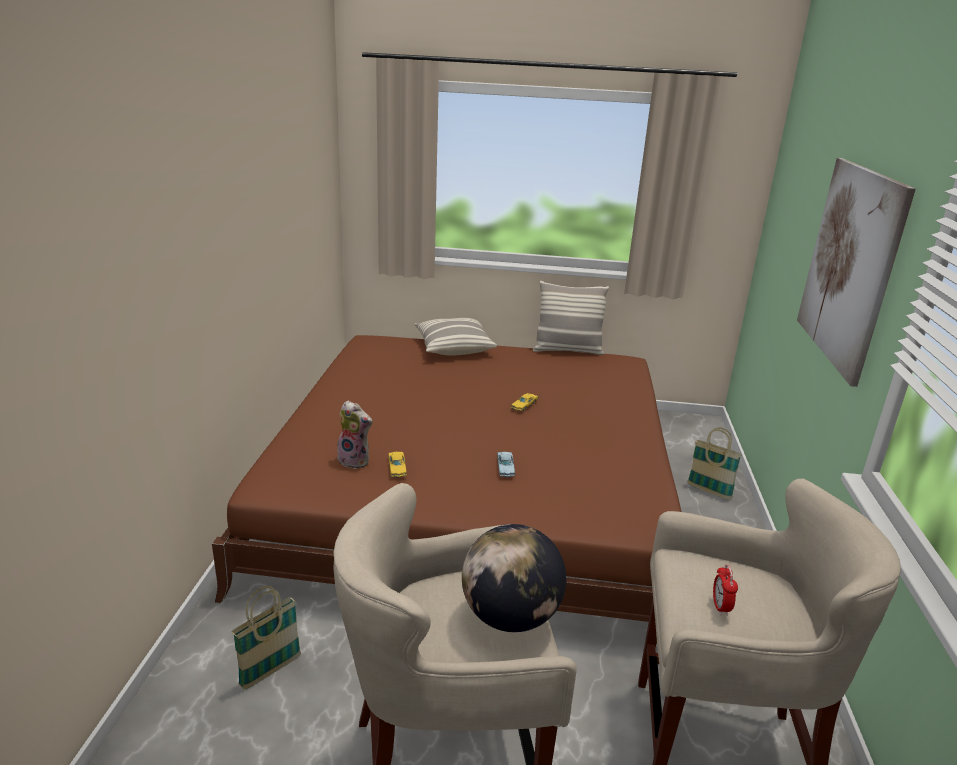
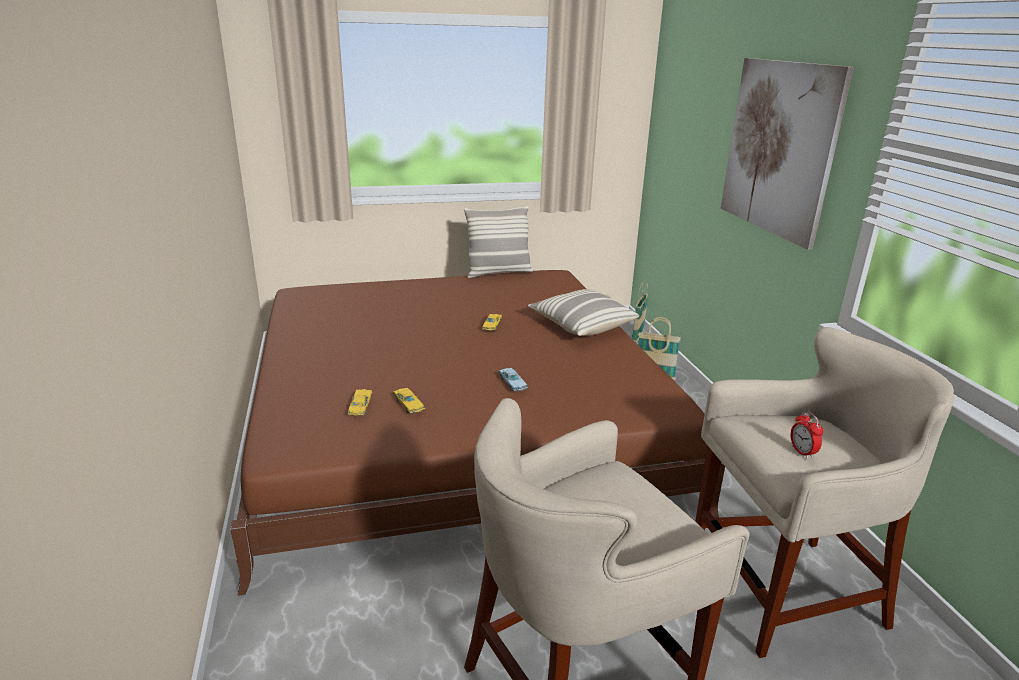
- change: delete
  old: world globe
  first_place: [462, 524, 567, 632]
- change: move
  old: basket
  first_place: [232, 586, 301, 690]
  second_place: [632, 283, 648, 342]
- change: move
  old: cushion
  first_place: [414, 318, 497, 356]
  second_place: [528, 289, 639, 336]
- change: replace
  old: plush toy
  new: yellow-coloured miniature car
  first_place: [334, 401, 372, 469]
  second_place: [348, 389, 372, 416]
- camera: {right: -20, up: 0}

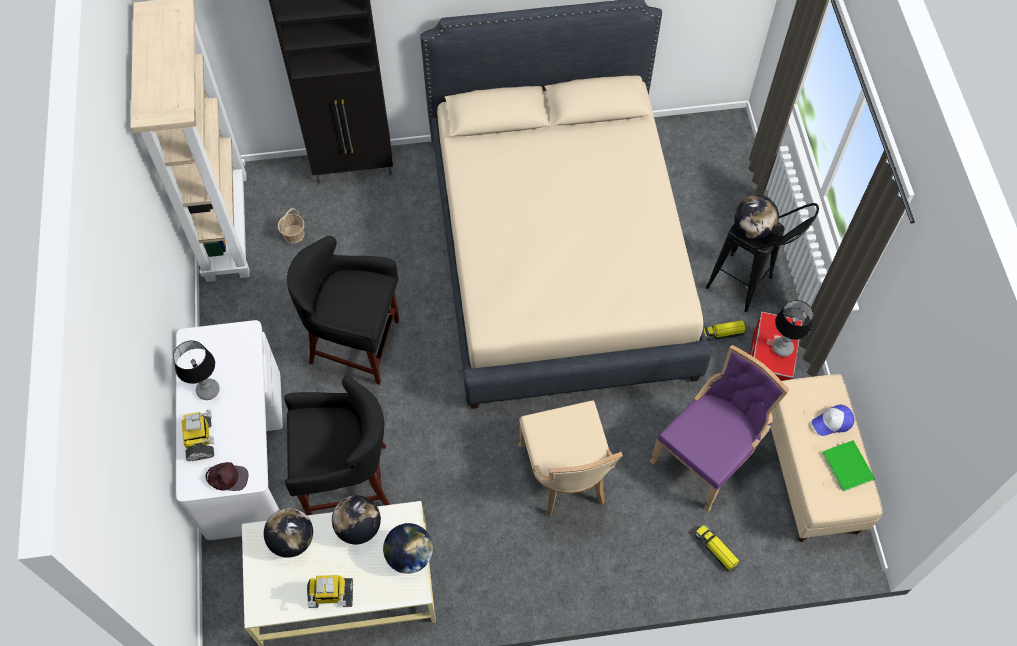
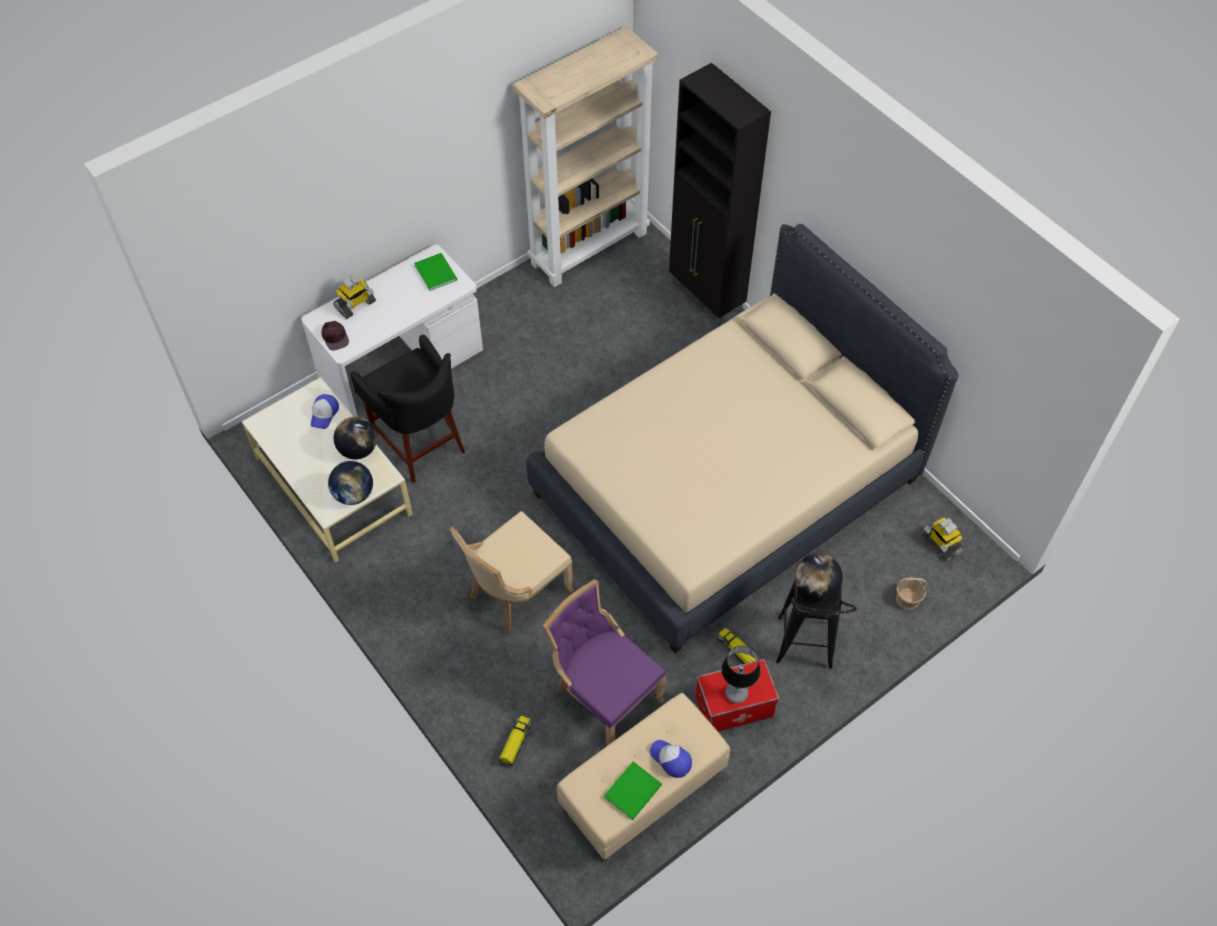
- change: delete
  old: lamp for a table
  first_place: [173, 341, 220, 400]
- change: delete
  old: black stool
  first_place: [287, 236, 399, 385]
- change: insert
  new: green volume
  second_place: [414, 253, 457, 291]
- change: move
  old: basket
  first_place: [278, 208, 305, 243]
  second_place: [896, 577, 927, 610]
- change: move
  old: robot figure
  first_place: [307, 575, 353, 608]
  second_place: [923, 517, 965, 562]
- change: replace
  old: world globe
  new: cap
  first_place: [264, 508, 313, 558]
  second_place: [311, 394, 339, 429]
- change: rotate
  old: purplish upright chair
  first_place: [649, 345, 789, 512]
  second_place: [543, 579, 666, 746]
  degrees: -150
- camera: {right: 60, up: -5}

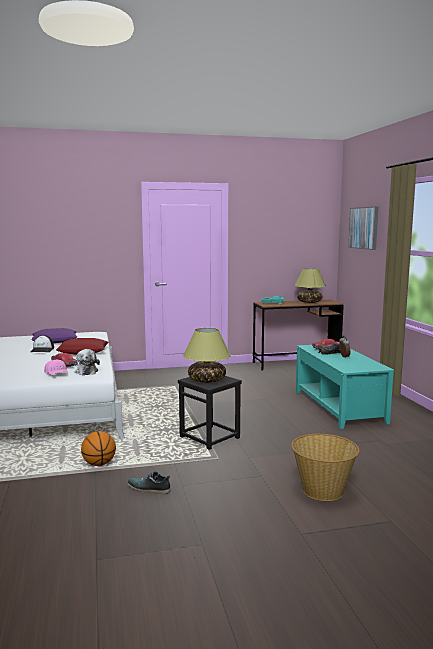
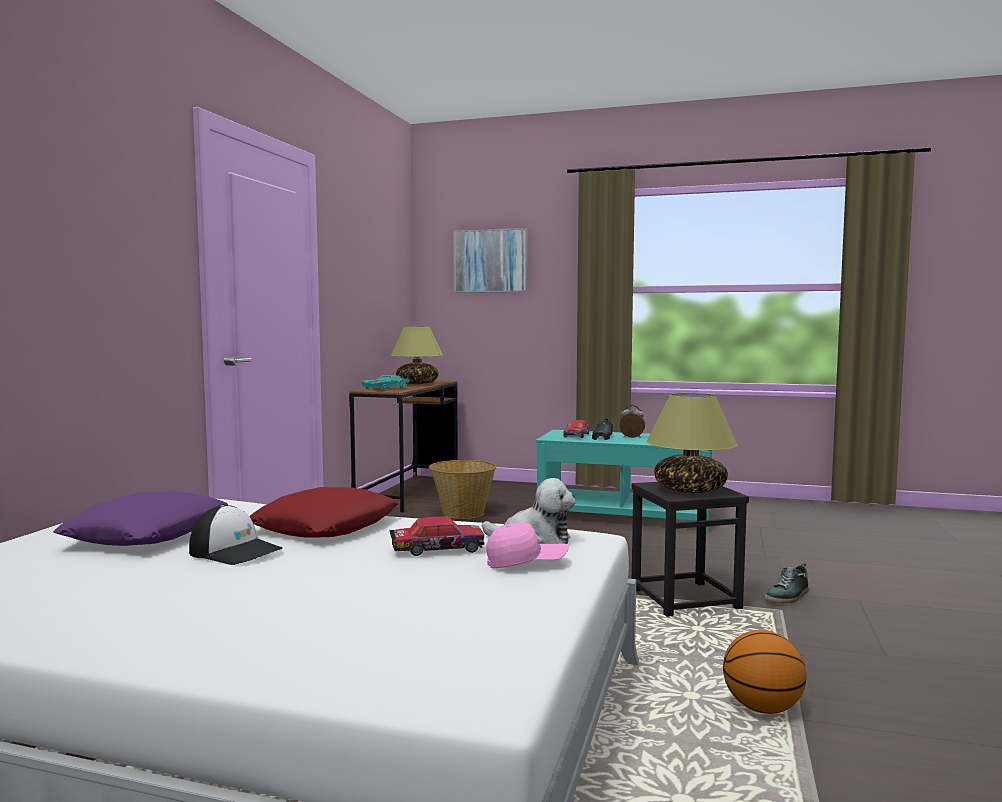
- change: move
  old: item of footwear
  first_place: [128, 471, 171, 494]
  second_place: [765, 563, 808, 603]
- change: move
  old: basket
  first_place: [291, 434, 360, 501]
  second_place: [429, 460, 497, 519]
- camera: {right: -60, up: -5}

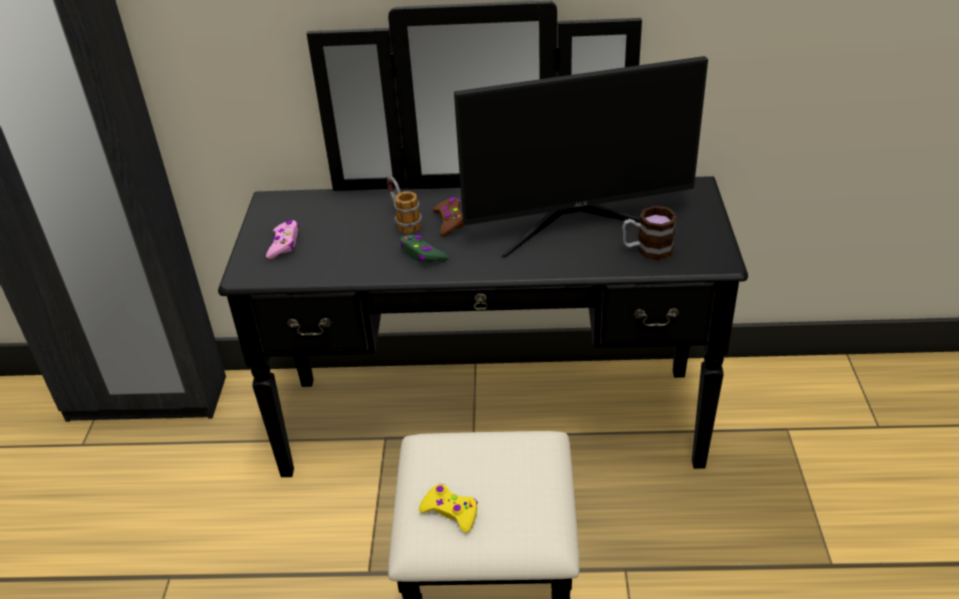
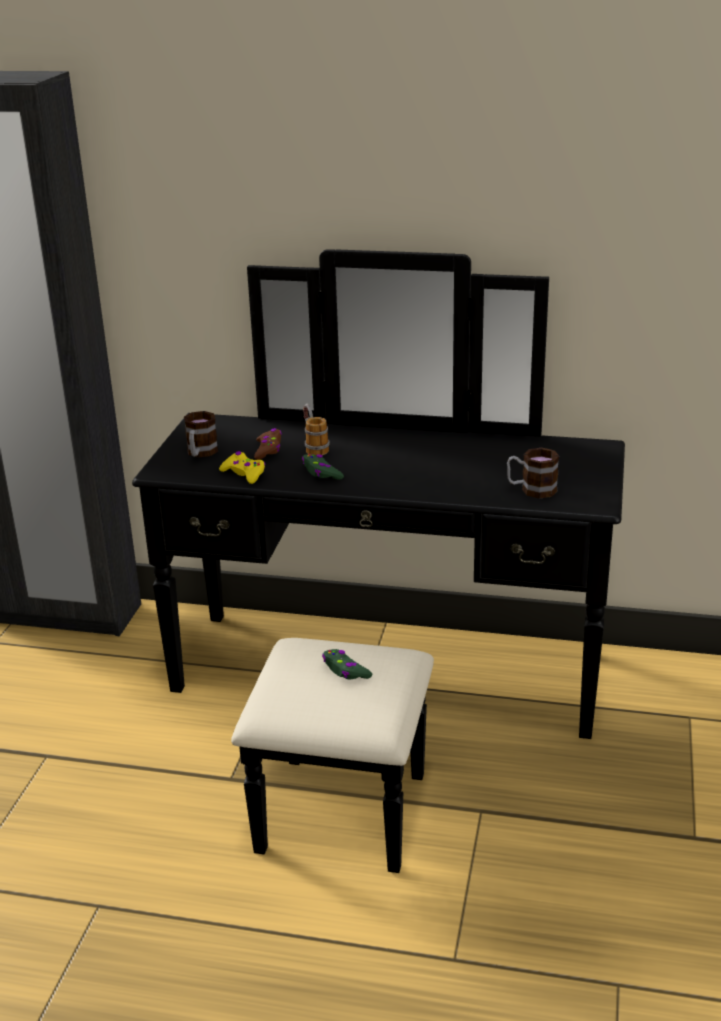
- change: delete
  old: monitor
  first_place: [454, 56, 708, 258]
- change: insert
  new: green gamepad
  second_place: [322, 649, 372, 680]
- change: move
  old: yellow-coloured gamepad
  first_place: [419, 484, 478, 533]
  second_place: [219, 451, 266, 484]
- change: move
  old: brownish gamepad
  first_place: [433, 197, 464, 236]
  second_place: [254, 428, 282, 460]
- change: replace
  old: pink gamepad
  new: mug
  first_place: [266, 220, 299, 259]
  second_place: [184, 411, 218, 458]
- camera: {right: 10, up: -10}

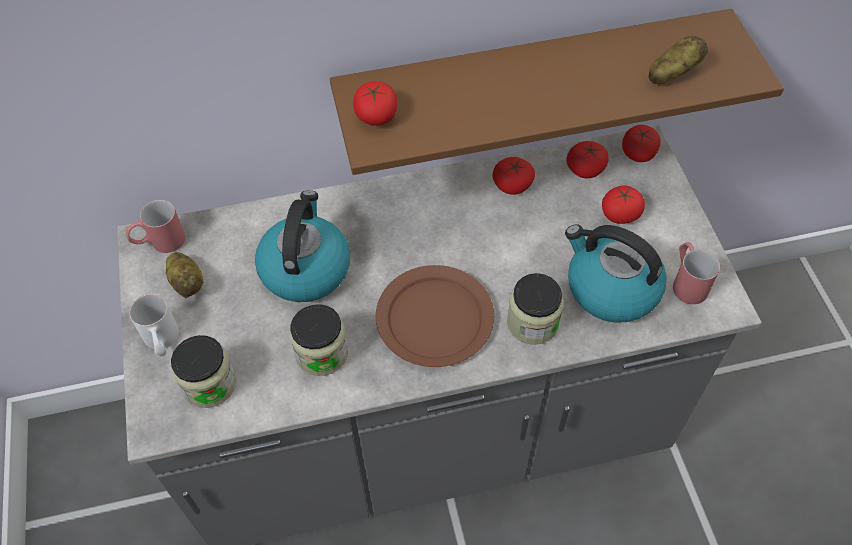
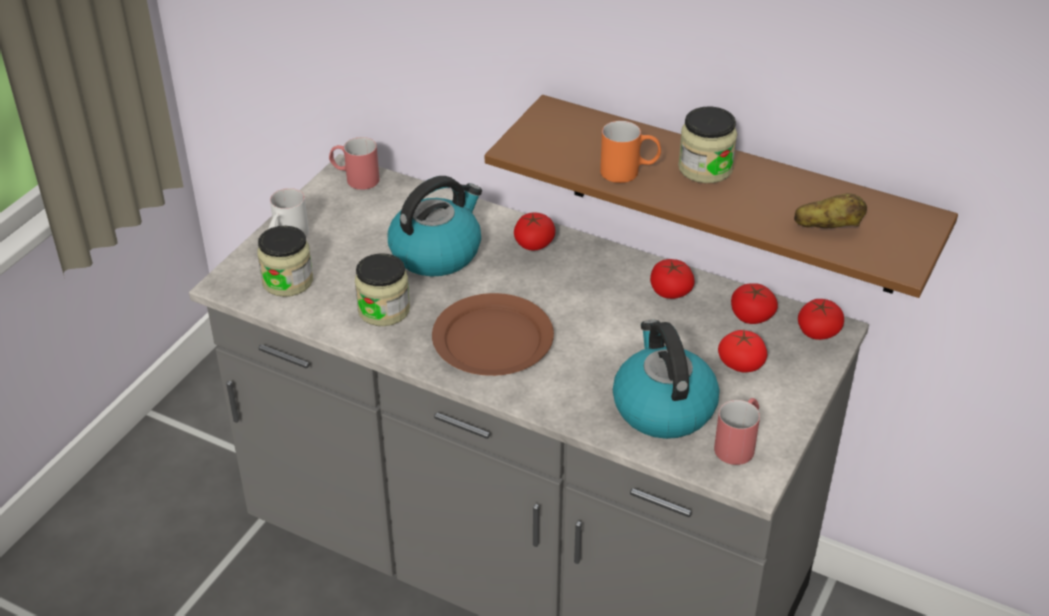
- change: delete
  old: spud
  first_place: [166, 252, 203, 298]
- change: insert
  new: orangey mug
  second_place: [600, 121, 661, 183]
- change: move
  old: tomato
  first_place: [353, 81, 397, 126]
  second_place: [514, 212, 555, 251]
- change: move
  old: jar
  first_place: [507, 273, 564, 345]
  second_place: [678, 106, 737, 183]
- camera: {right: 40, up: -15}

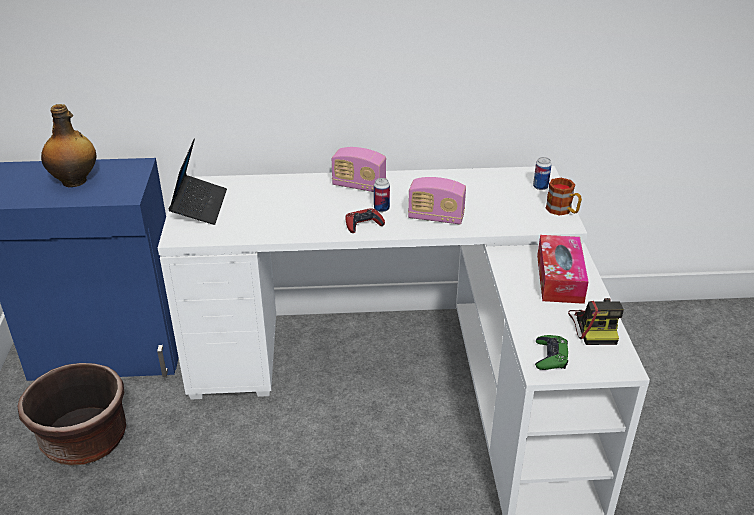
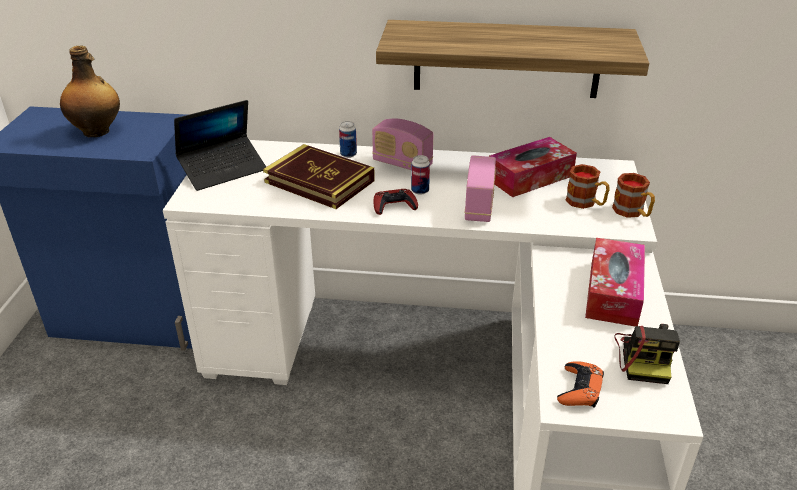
- change: delete
  old: brownish flower pot
  first_place: [18, 363, 126, 466]
- change: insert
  new: volume
  second_place: [263, 144, 375, 209]
- change: insert
  new: bracket shelf
  second_place: [376, 20, 649, 98]
- change: insert
  new: tissue holder
  second_place: [489, 137, 577, 197]
- change: insert
  new: mug
  second_place: [565, 164, 610, 209]
- change: move
  old: can
  first_place: [533, 157, 551, 190]
  second_place: [339, 121, 357, 158]
- change: recolor
  old: green gamepad
  new: orangey gamepad
  first_place: [535, 335, 568, 370]
  second_place: [557, 361, 604, 408]
- change: rotate
  old: notebook computer
  first_place: [168, 138, 227, 225]
  second_place: [174, 100, 266, 191]
  degrees: 45
- change: rotate
  old: radio set
  first_place: [408, 177, 466, 224]
  second_place: [464, 156, 496, 222]
  degrees: -105
- camera: {right: 10, up: 0}

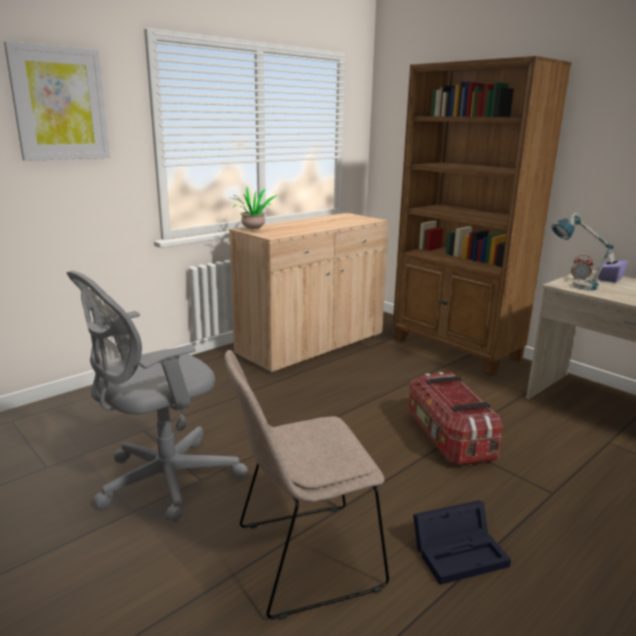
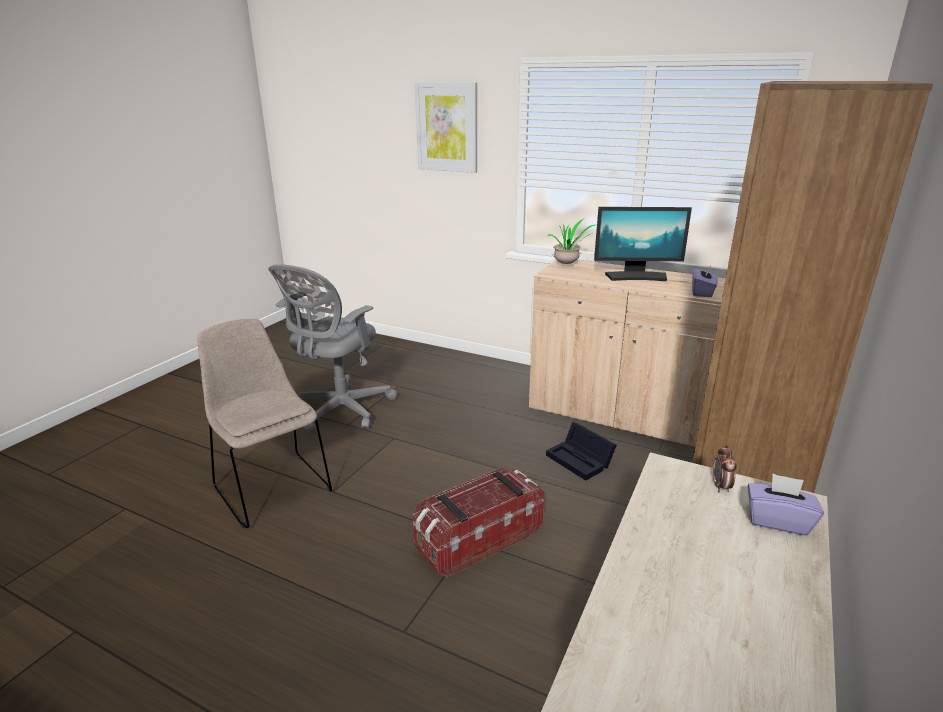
- change: delete
  old: lamp for a table
  first_place: [552, 213, 614, 290]
- change: insert
  new: monitor
  second_place: [594, 207, 692, 281]
- change: insert
  new: purplish tissue holder
  second_place: [692, 265, 718, 297]
- change: move
  old: black storage container
  first_place: [413, 500, 511, 585]
  second_place: [546, 422, 617, 481]
- change: rotate
  old: grey desk chair
  first_place: [67, 271, 248, 523]
  second_place: [268, 264, 397, 433]
  degrees: -90
- camera: {right: 70, up: 5}

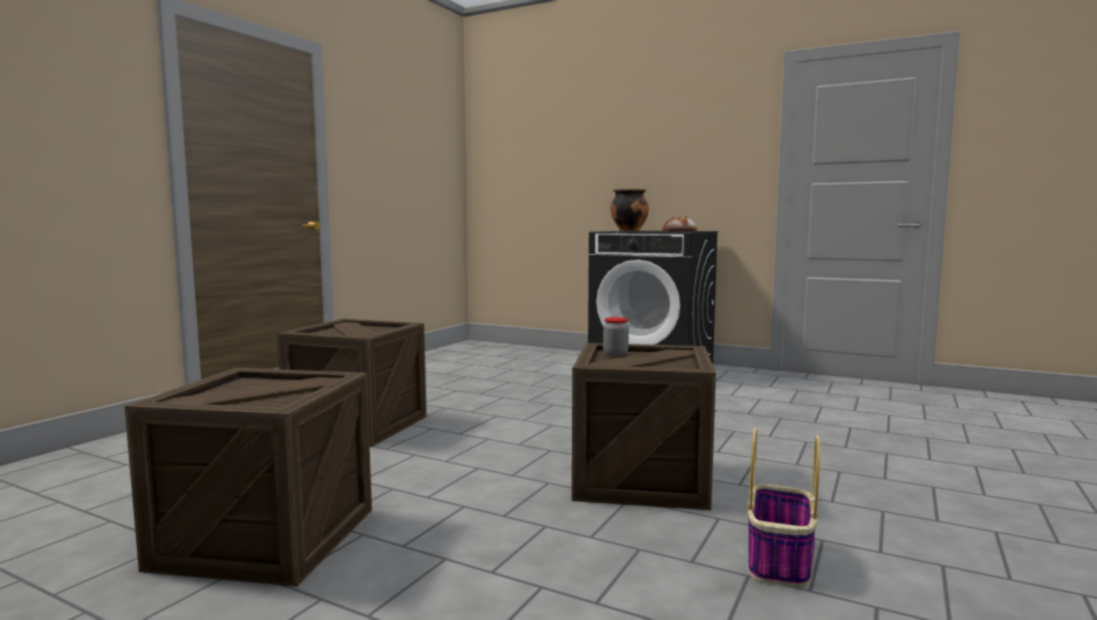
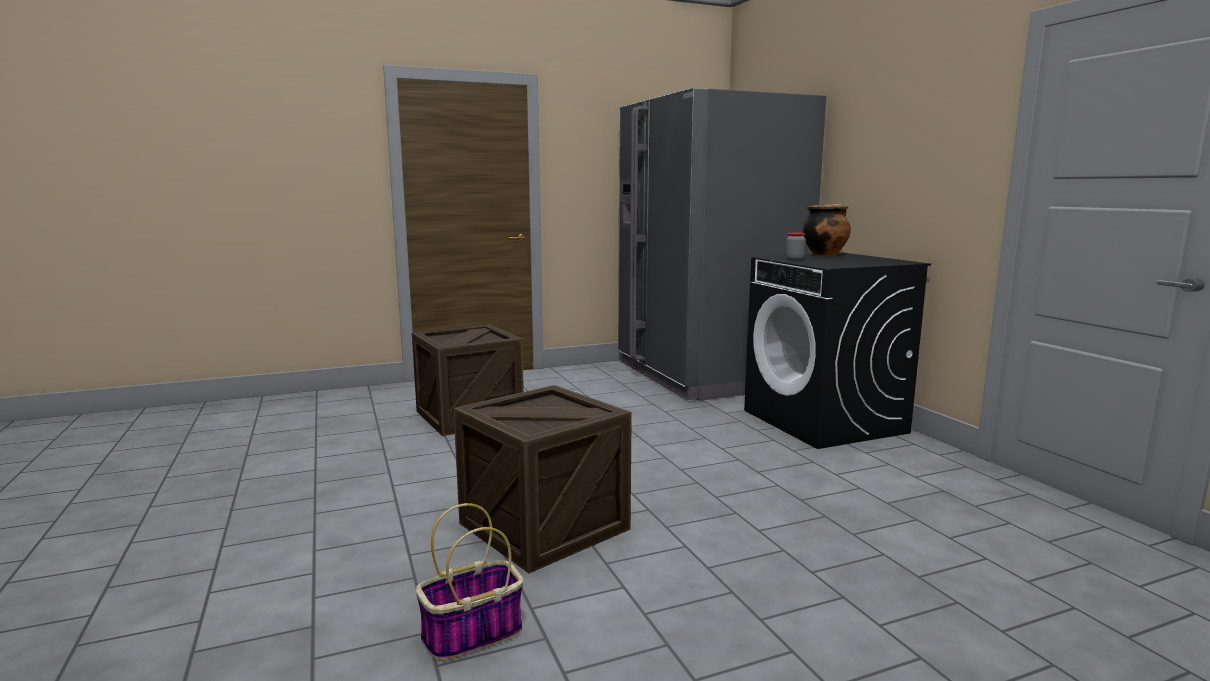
- change: delete
  old: shipping crate
  first_place: [124, 368, 372, 587]
- change: delete
  old: bakery bread
  first_place: [662, 216, 697, 232]
- change: insert
  new: grey fridge
  second_place: [618, 88, 826, 401]
- change: move
  old: jar
  first_place: [603, 317, 629, 356]
  second_place: [786, 232, 806, 261]
- camera: {right: 40, up: 5}

